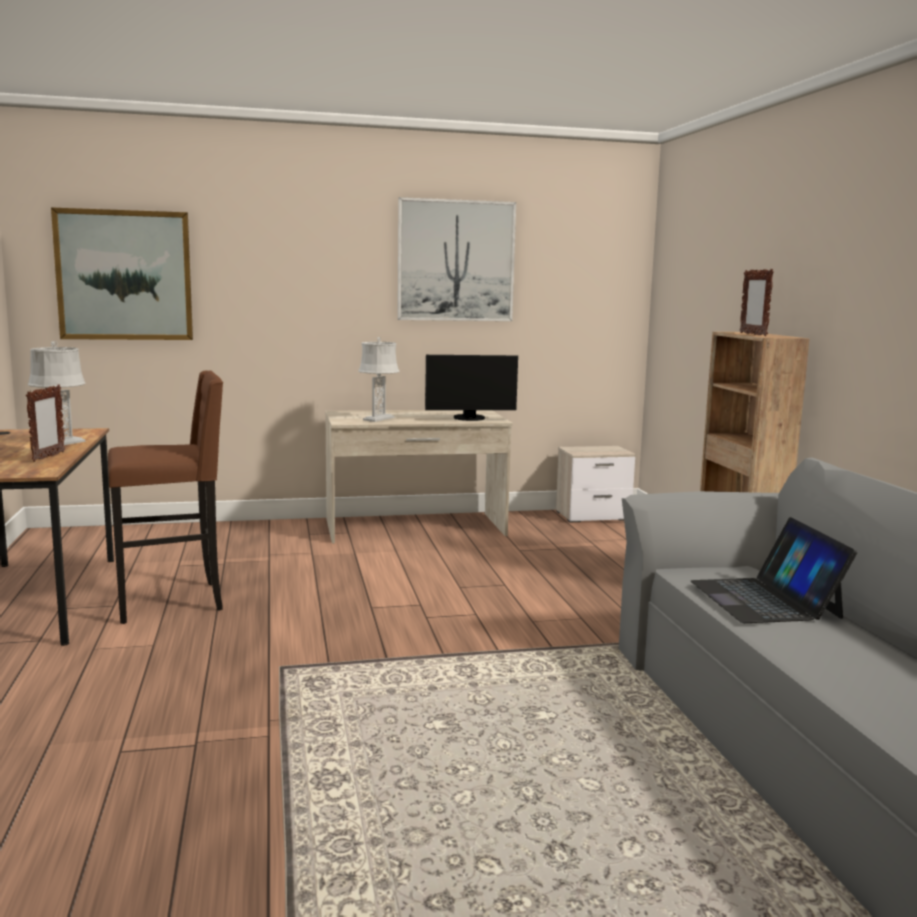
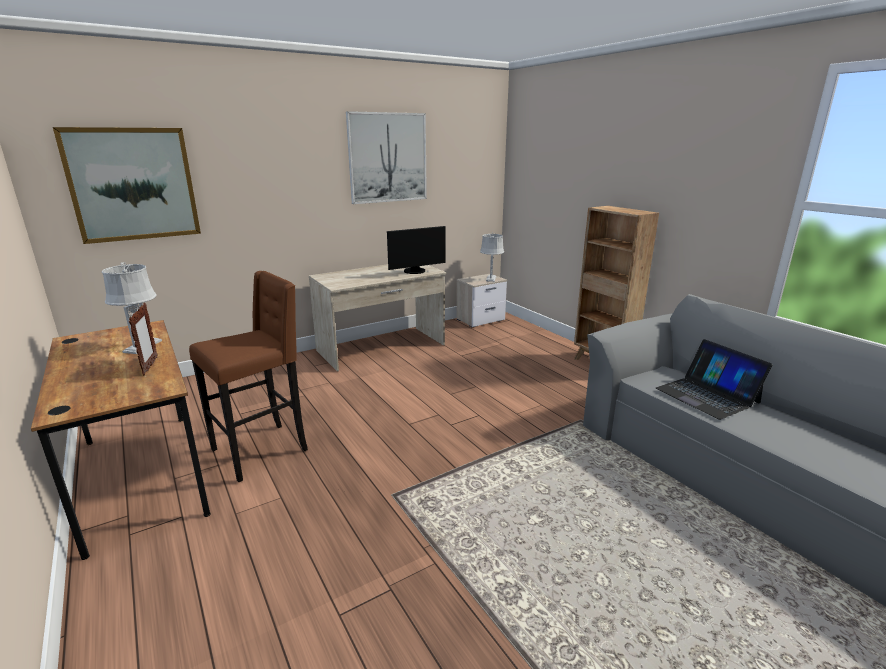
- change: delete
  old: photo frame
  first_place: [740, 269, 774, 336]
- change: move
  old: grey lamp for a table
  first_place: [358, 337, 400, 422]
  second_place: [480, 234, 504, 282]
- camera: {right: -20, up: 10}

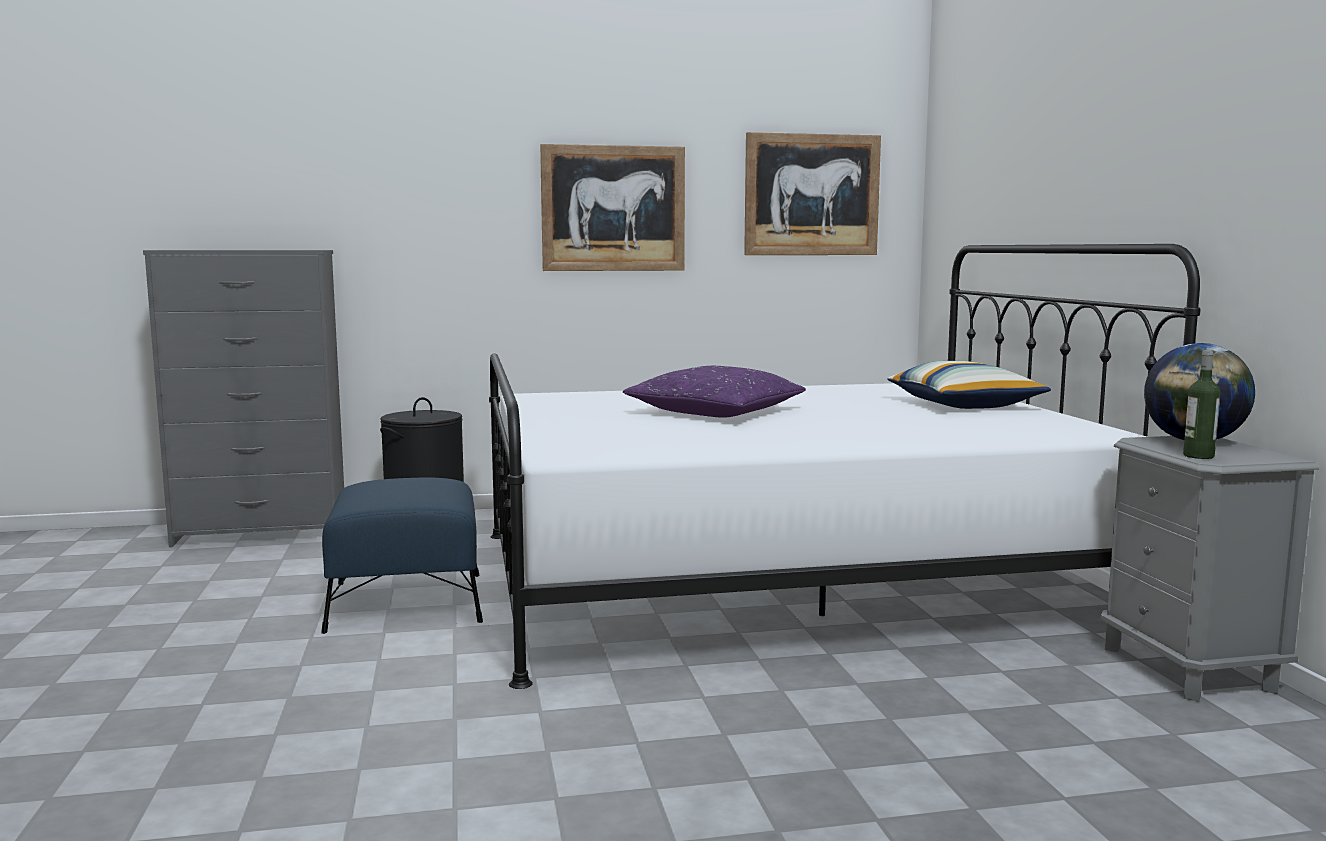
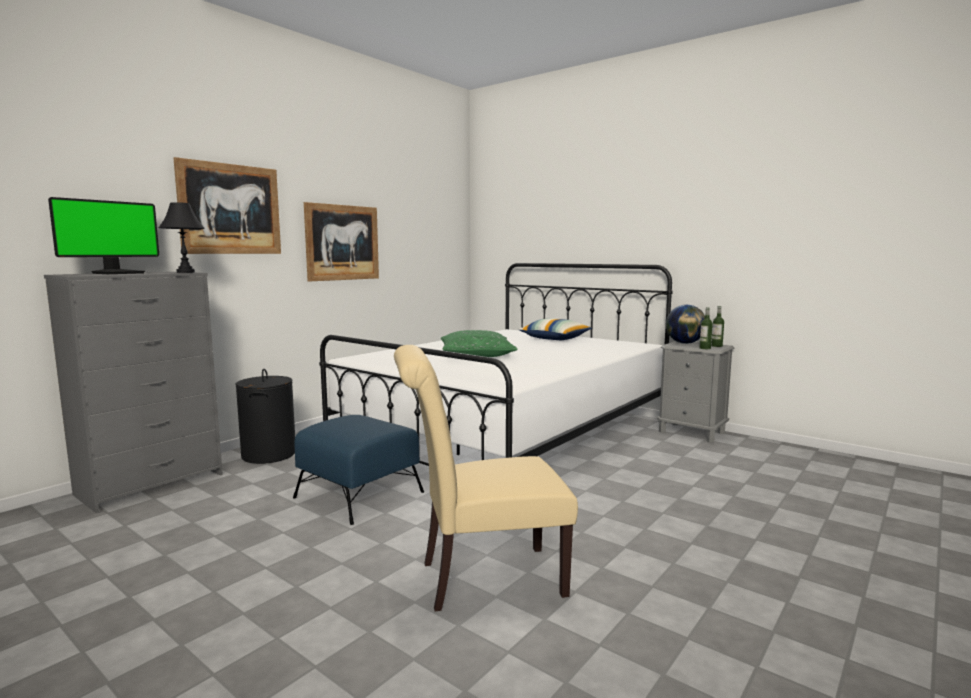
- change: insert
  new: monitor
  second_place: [48, 197, 159, 274]
- change: insert
  new: black lamp for a table
  second_place: [159, 202, 205, 273]
- change: insert
  new: beige-coloured upright chair
  second_place: [394, 345, 578, 612]
- change: insert
  new: drink bottle
  second_place: [711, 306, 724, 347]
- change: move
  old: picture
  first_place: [744, 132, 881, 255]
  second_place: [174, 157, 281, 254]
- change: recolor
  old: purplish cushion
  new: green cushion
  first_place: [623, 366, 806, 418]
  second_place: [441, 330, 518, 357]
- camera: {right: -40, up: 0}

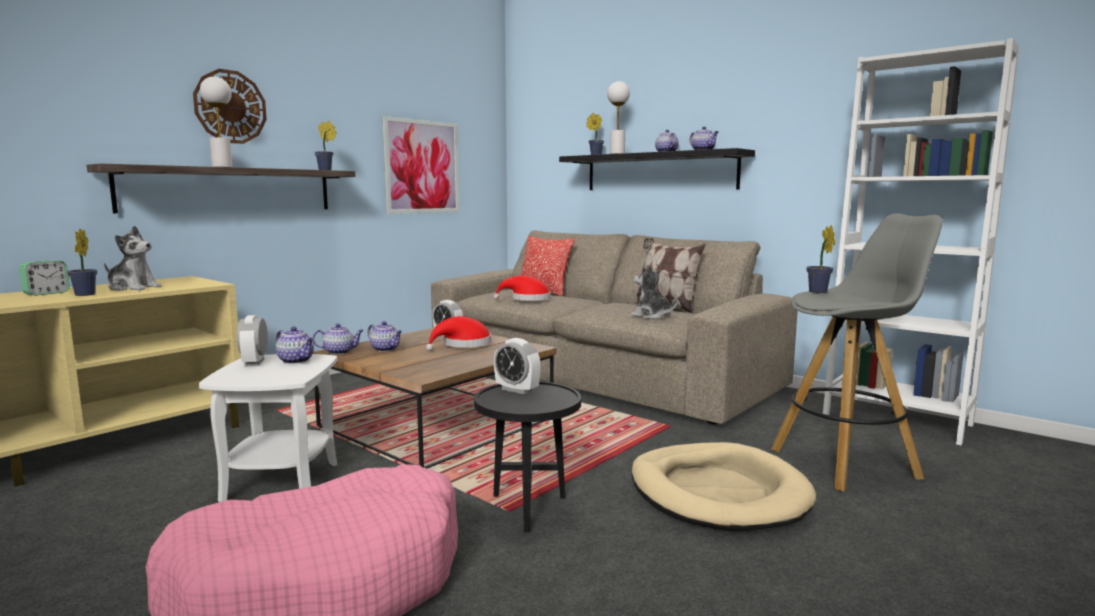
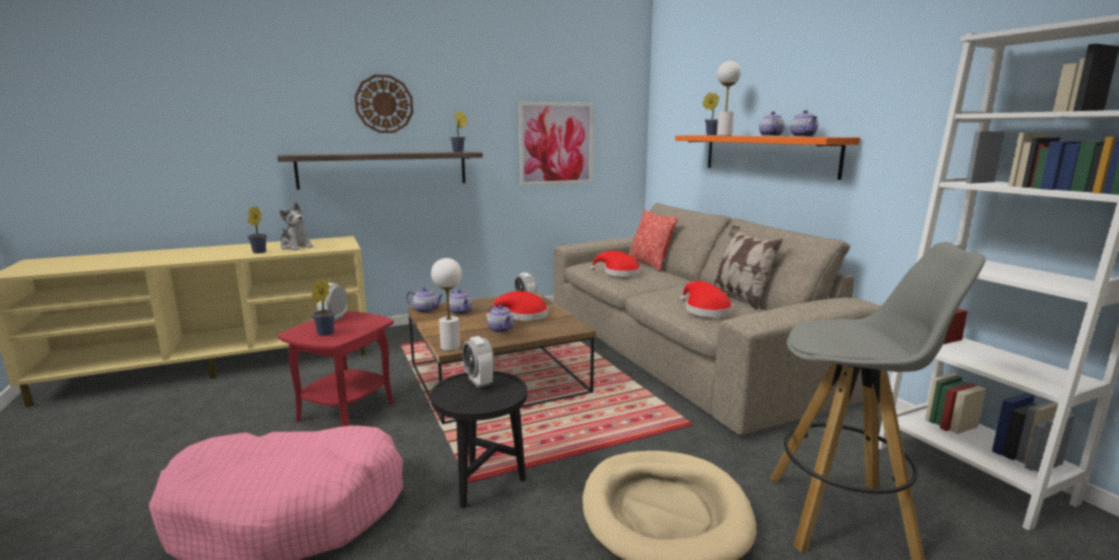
- change: delete
  old: bedside clock
  first_place: [19, 260, 70, 296]
- change: move
  old: white lamp for a table
  first_place: [200, 76, 232, 167]
  second_place: [431, 258, 462, 351]
- change: move
  old: pot for tea
  first_place: [276, 327, 314, 364]
  second_place: [487, 305, 514, 333]
- change: move
  old: potted plant
  first_place: [806, 225, 835, 293]
  second_place: [312, 279, 335, 336]
- change: replace
  old: plush toy
  new: red clothing hat
  first_place: [631, 264, 678, 319]
  second_place: [680, 281, 733, 317]
- change: recolor
  old: white side table
  new: red side table
  first_place: [199, 354, 338, 502]
  second_place: [277, 311, 394, 427]
- change: recolor
  old: black bracket shelf
  new: orangey bracket shelf
  first_place: [559, 148, 755, 190]
  second_place: [675, 135, 860, 180]
- camera: {right: 25, up: 5}

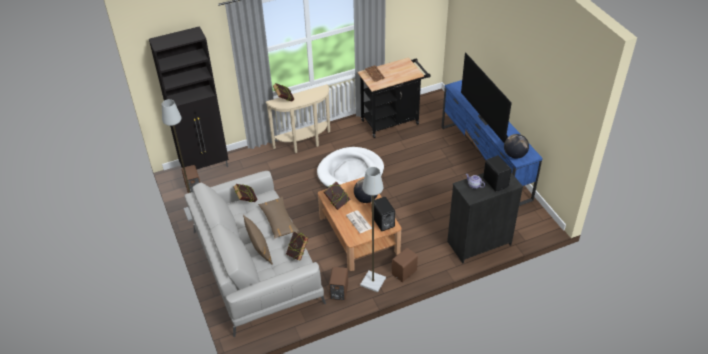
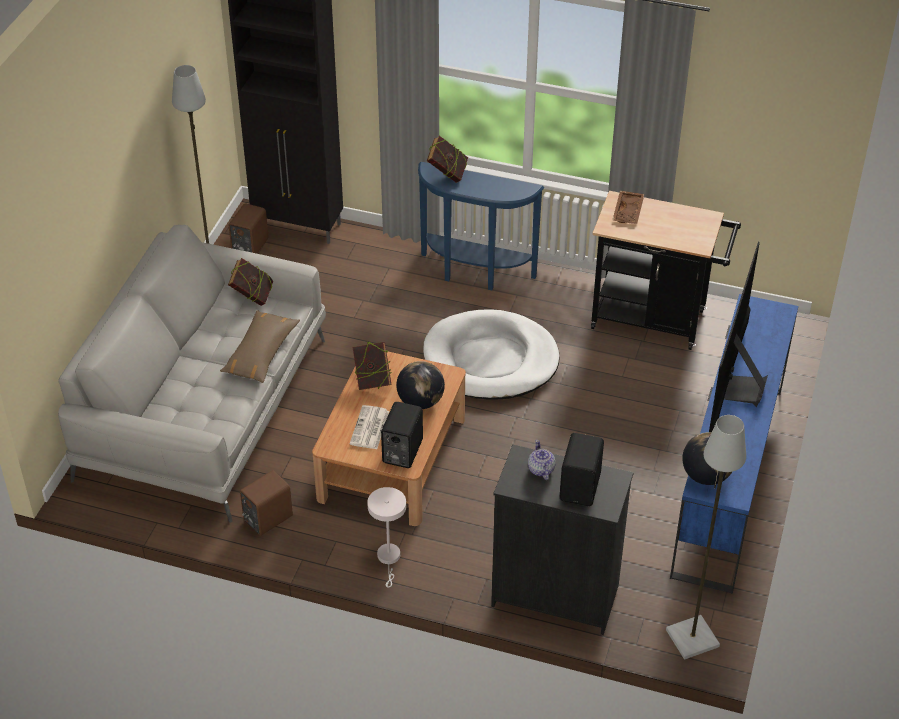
- change: delete
  old: brownish cushion
  first_place: [243, 215, 273, 265]
- change: delete
  old: volume
  first_place: [286, 232, 308, 261]
- change: move
  old: grey standing lamp
  first_place: [360, 167, 386, 292]
  second_place: [666, 415, 746, 659]
- change: replace
  old: brownish loudspeaker
  new: white lamp for a table
  first_place: [392, 248, 418, 282]
  second_place: [367, 487, 406, 588]
- change: recolor
  old: beige-coloured console table
  new: blue-coloured console table
  first_place: [265, 84, 330, 153]
  second_place: [418, 162, 545, 290]
- camera: {right: 40, up: 0}

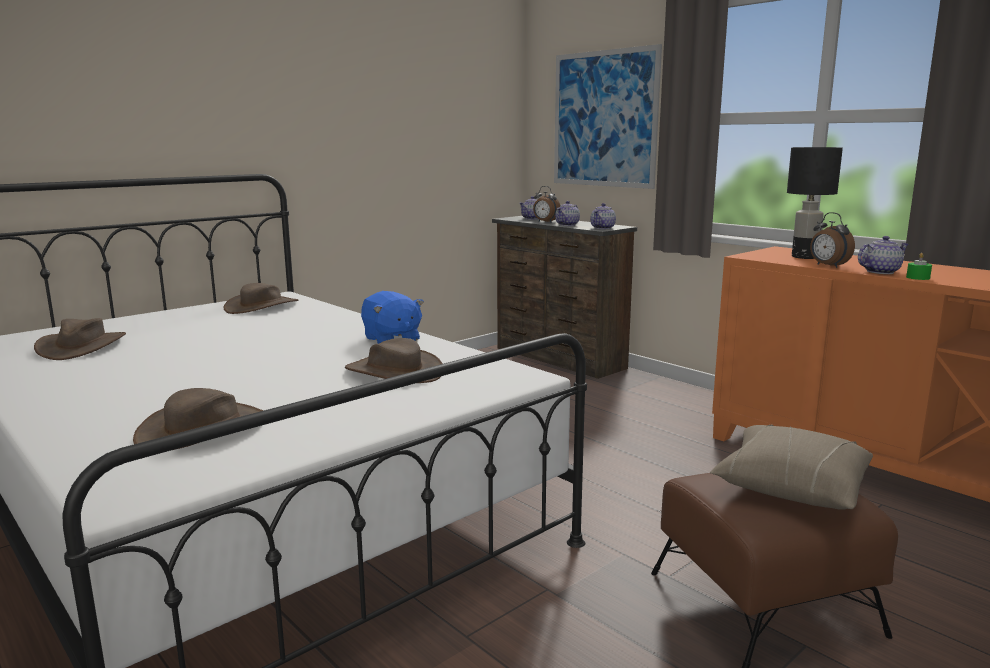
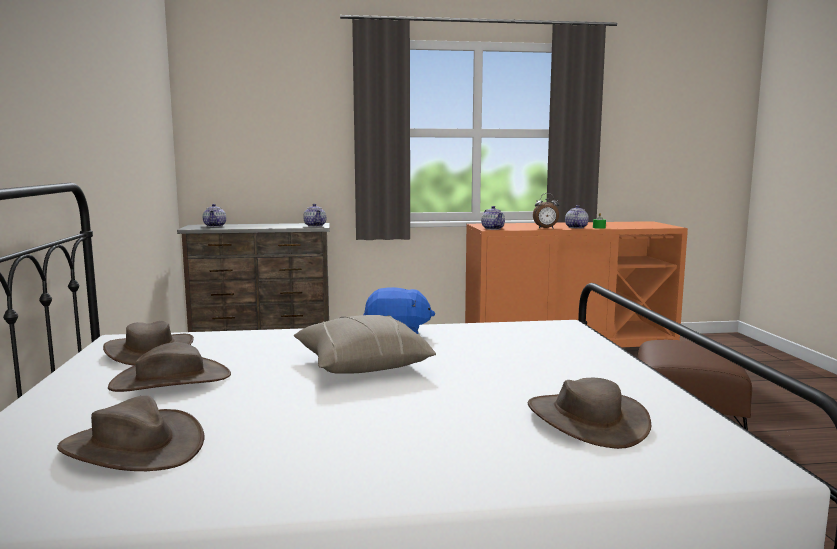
- change: delete
  old: bedside clock
  first_place: [533, 186, 560, 223]
- change: delete
  old: picture
  first_place: [554, 44, 662, 189]
- change: delete
  old: black lamp for a table
  first_place: [787, 147, 843, 259]
- change: move
  old: brownish clothing hat
  first_place: [345, 338, 443, 383]
  second_place: [108, 342, 231, 392]
- change: move
  old: pot for tea
  first_place: [555, 201, 580, 226]
  second_place: [481, 206, 505, 230]
- change: move
  old: beige-coloured cushion
  first_place: [710, 425, 873, 510]
  second_place: [294, 315, 436, 374]
- camera: {right: -55, up: -5}

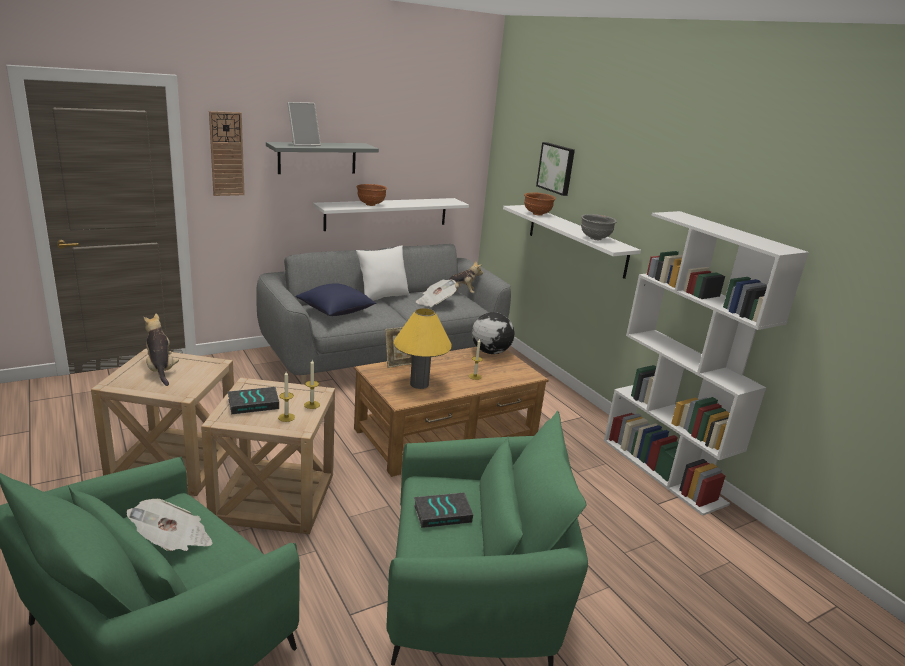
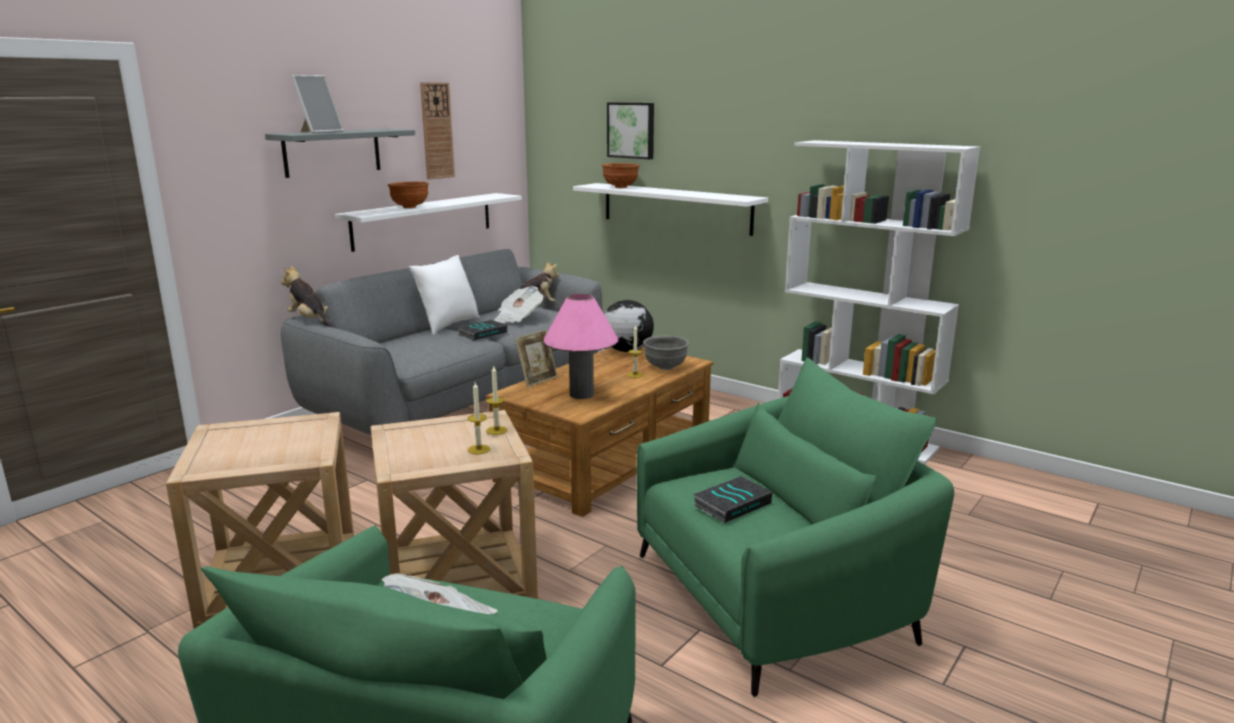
- change: delete
  old: blue-coloured cushion
  first_place: [296, 283, 376, 316]
- change: move
  old: plush toy
  first_place: [144, 314, 179, 386]
  second_place: [281, 266, 333, 327]
- change: move
  old: wall clock
  first_place: [209, 111, 245, 196]
  second_place: [420, 82, 455, 180]
- change: move
  old: volume
  first_place: [227, 387, 279, 415]
  second_place: [457, 320, 507, 341]
- change: move
  old: grey serving bowl
  first_place: [581, 214, 617, 240]
  second_place: [643, 335, 689, 370]
- change: recolor
  old: yellow-coloured lamp for a table
  new: pink lamp for a table
  first_place: [394, 308, 452, 389]
  second_place: [544, 294, 618, 399]
- camera: {right: -20, up: -5}

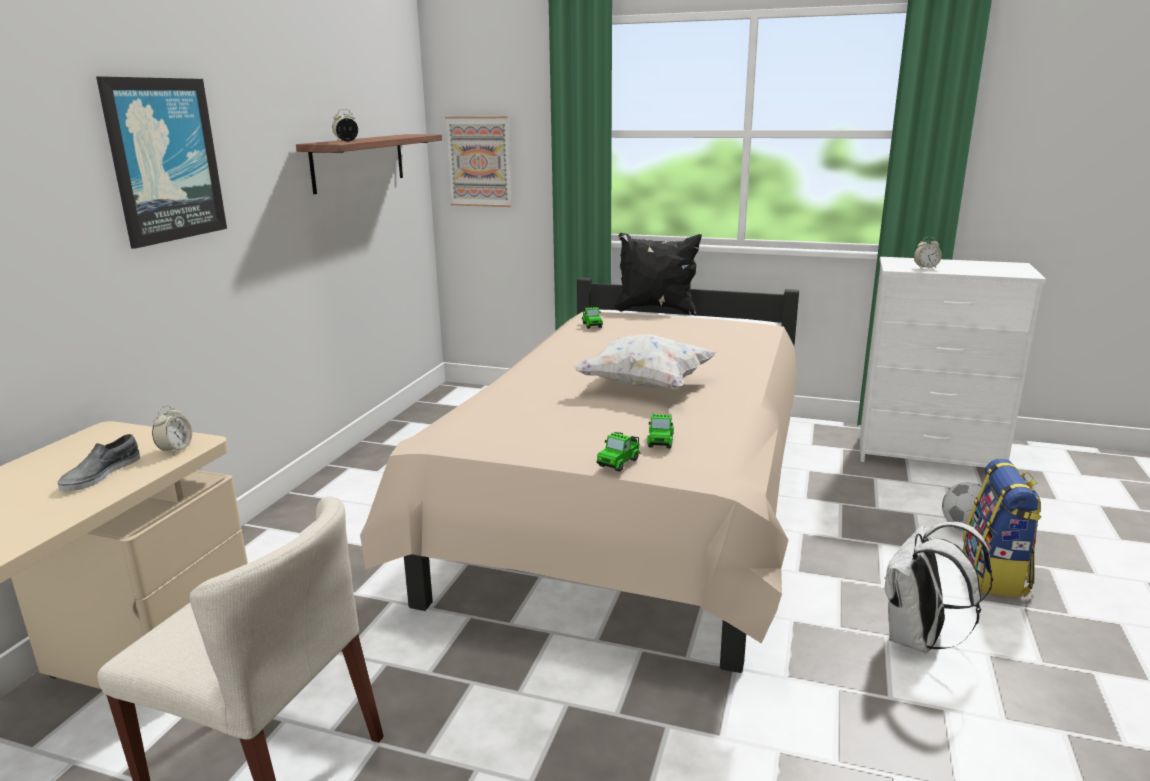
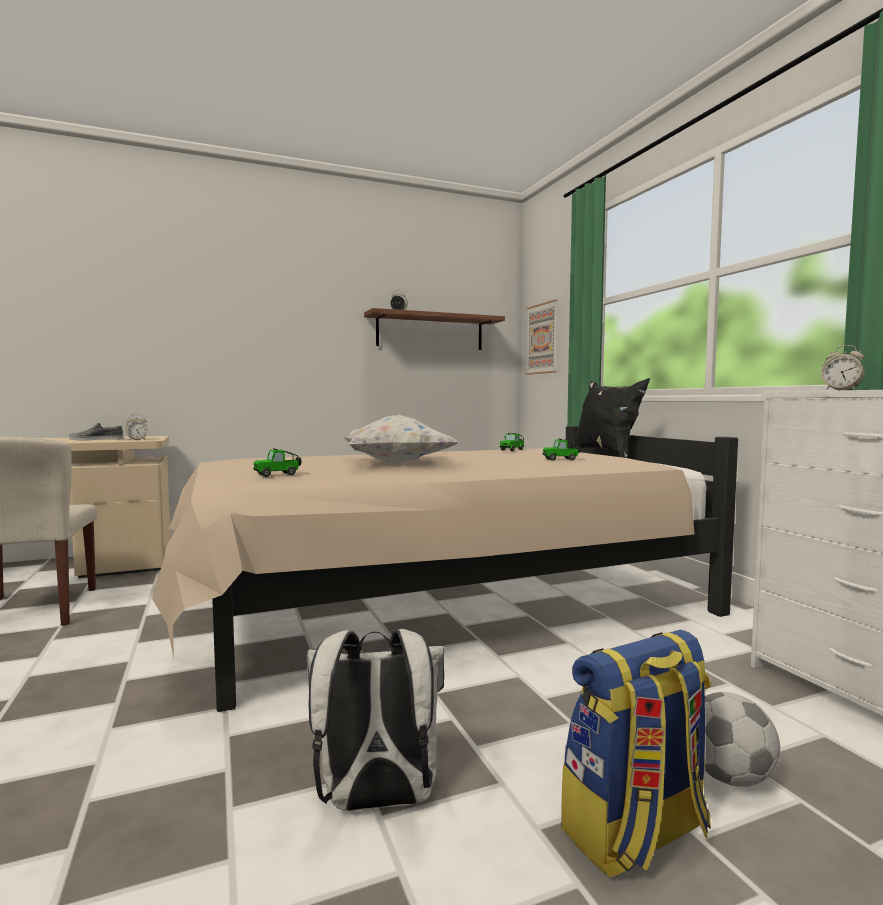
- change: delete
  old: picture
  first_place: [96, 76, 227, 249]
- change: move
  old: miniature car
  first_place: [596, 432, 640, 472]
  second_place: [542, 438, 581, 461]
- camera: {right: 50, up: -15}

